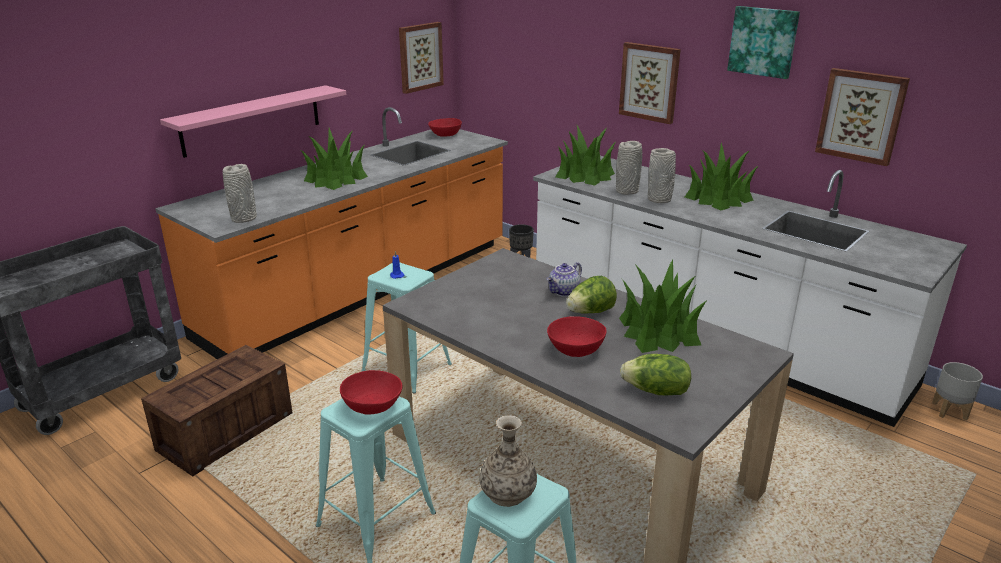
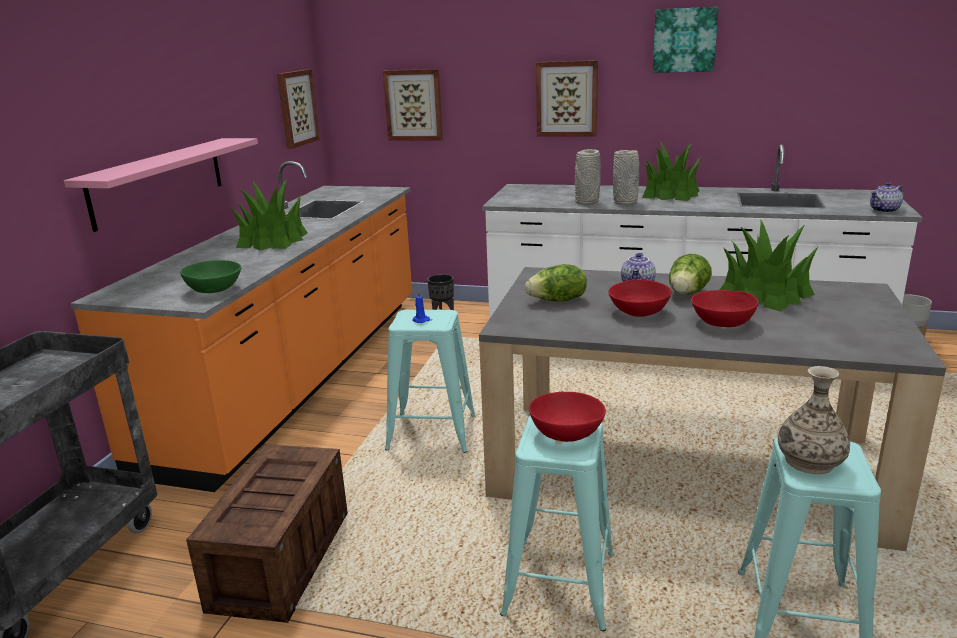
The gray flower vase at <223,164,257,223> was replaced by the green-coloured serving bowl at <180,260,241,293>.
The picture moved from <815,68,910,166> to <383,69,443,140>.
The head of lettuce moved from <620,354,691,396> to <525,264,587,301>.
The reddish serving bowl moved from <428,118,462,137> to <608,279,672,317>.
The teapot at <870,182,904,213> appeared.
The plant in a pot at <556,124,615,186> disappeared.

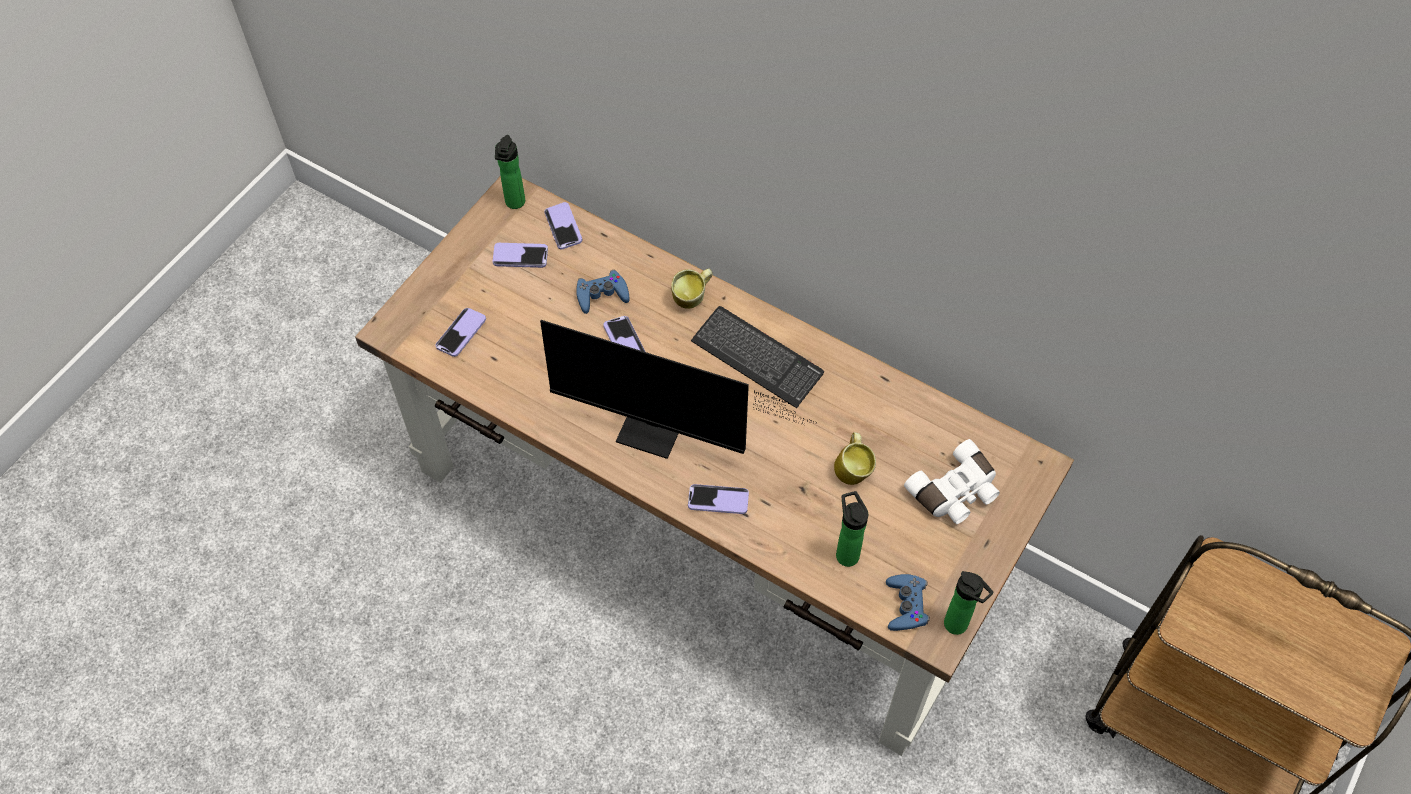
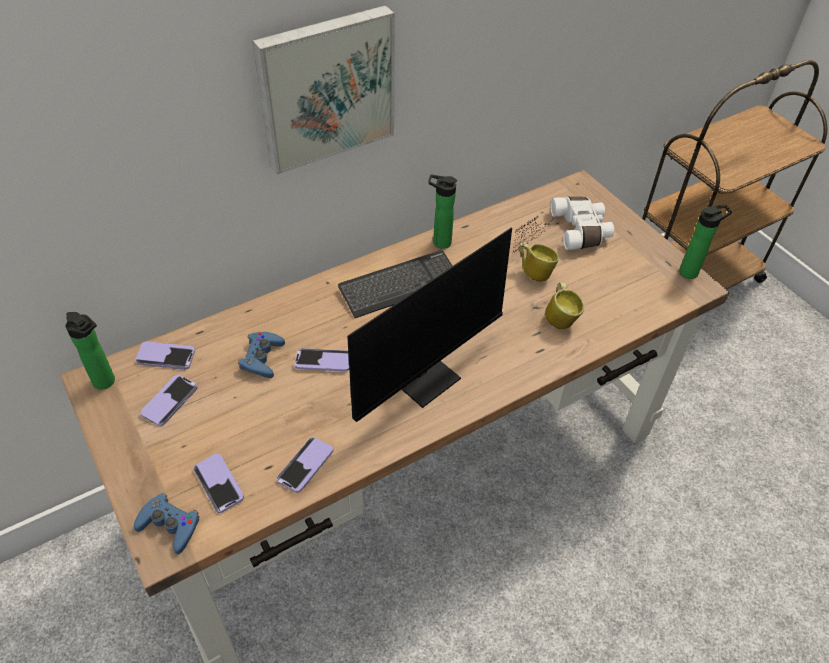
The blue joypad moved from <886,574,930,631> to <134,493,200,554>.
The picture at <252,5,395,174> appeared.
The telephone moved from <688,484,749,514> to <277,437,333,493>.
The beverage bottle moved from <836,491,868,567> to <428,175,457,249>.
The coffee mug moved from <671,269,713,309> to <545,282,584,329>.

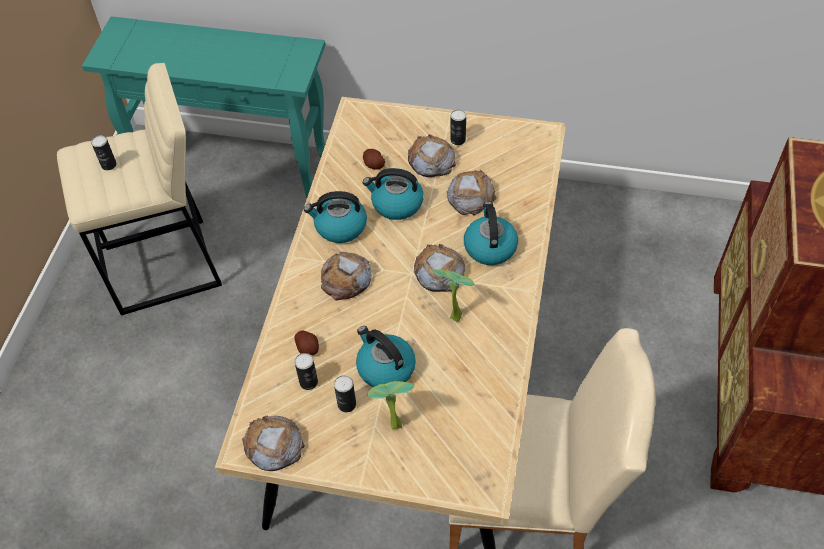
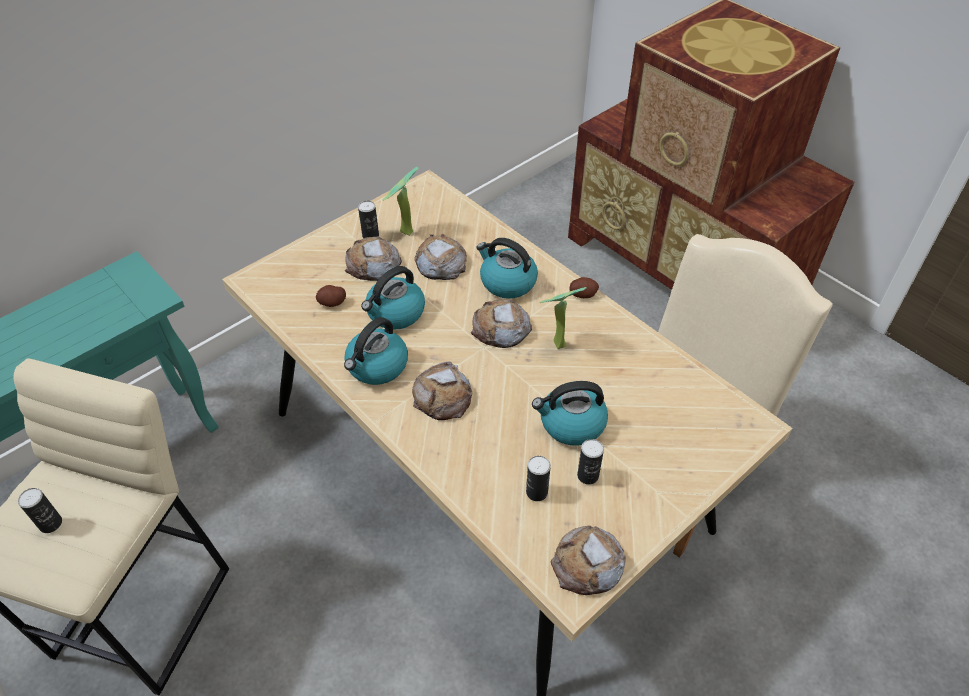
The plant in a pot moved from <367,381,414,430> to <383,167,418,236>.
The potato moved from <294,330,319,355> to <569,277,599,298>.

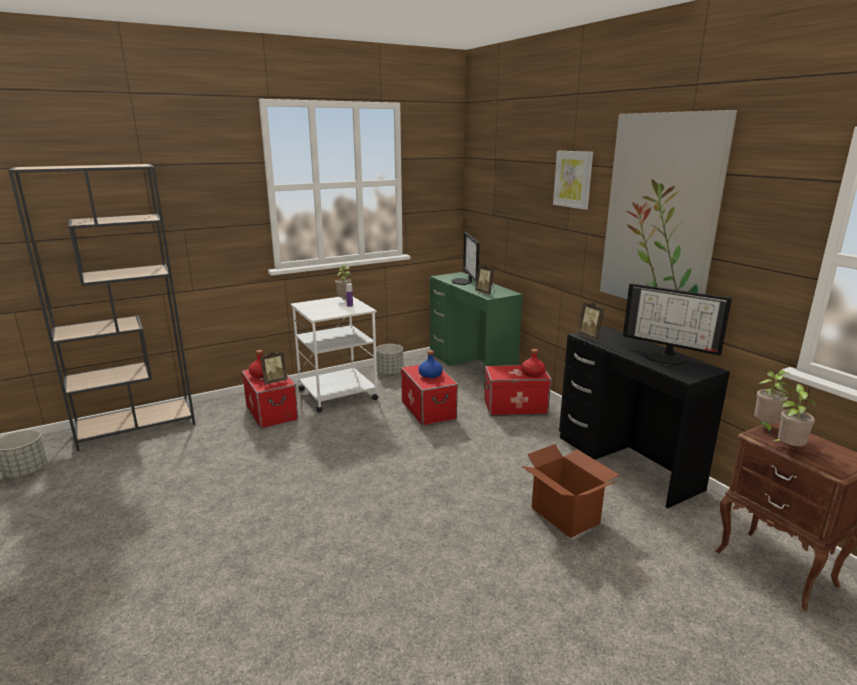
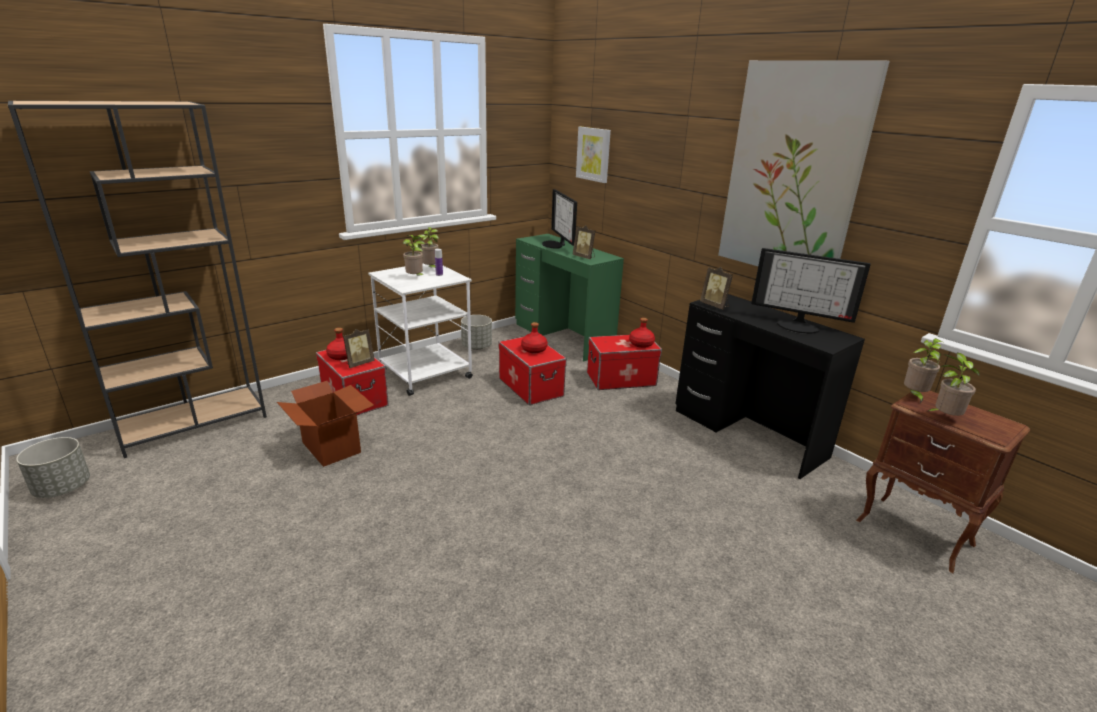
The cardboard box moved from <521,444,619,538> to <277,381,374,467>.
The plant in a pot at <403,234,426,276> appeared.
The blue beverage bottle at <419,350,443,379> became the reddish beverage bottle at <521,322,548,353>.
The picture moved from <553,151,593,210> to <576,127,611,183>.

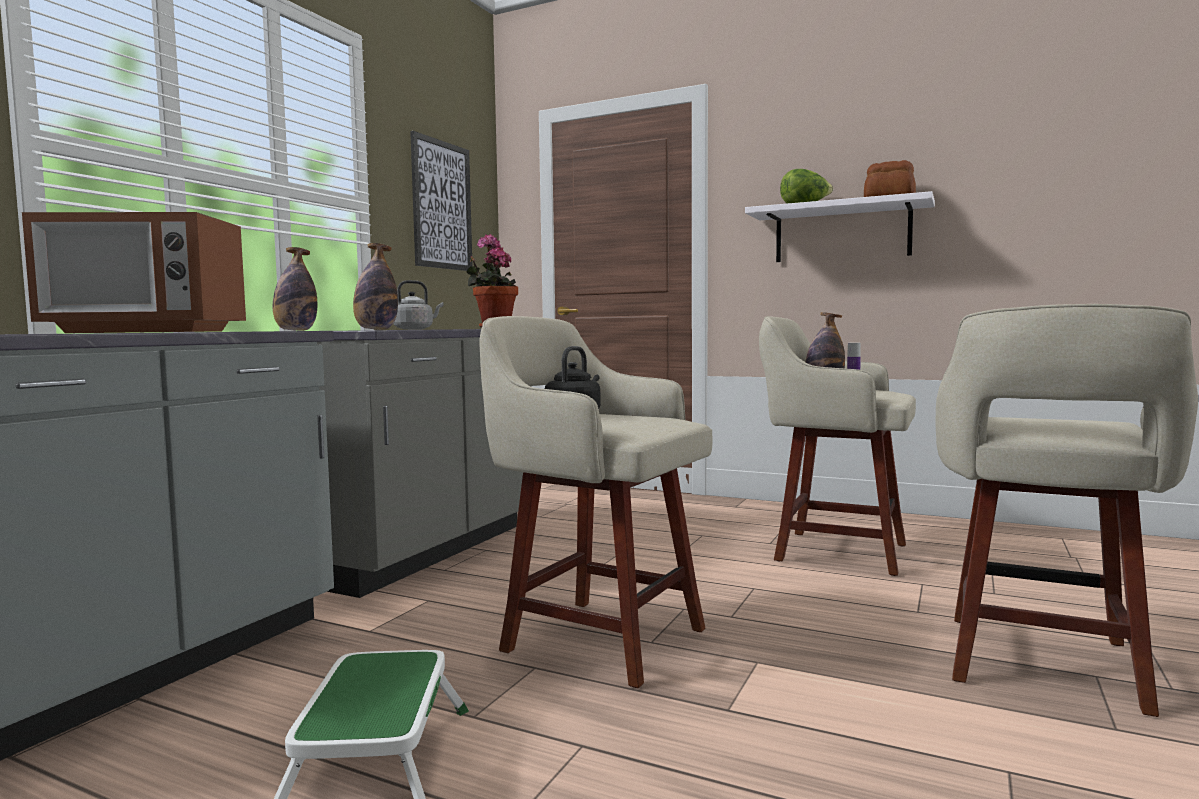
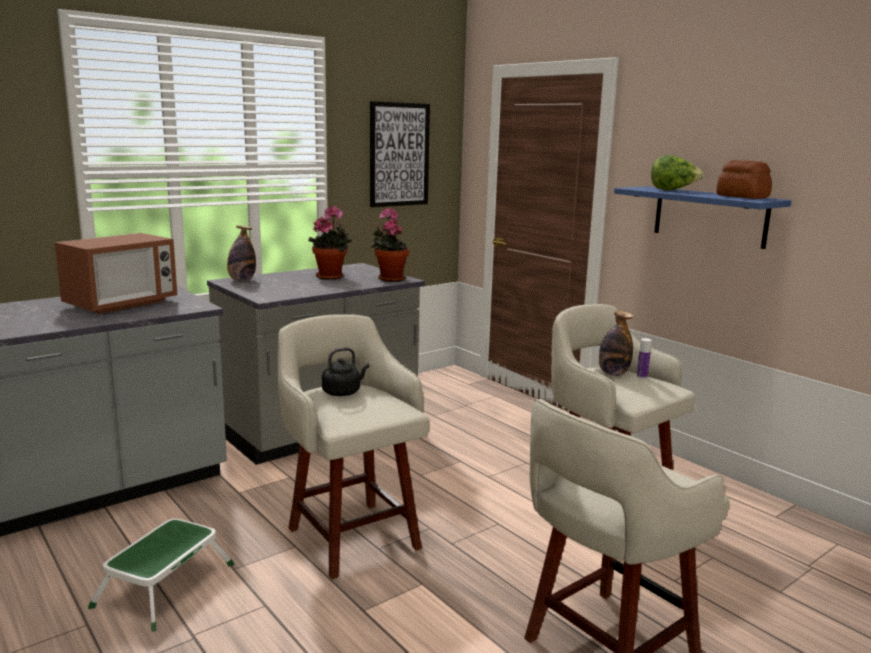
The microwave oven at <22,212,246,333> turned 75 degrees counterclockwise.
The gray tea kettle at <393,280,444,330> was replaced by the plant in a pot at <308,206,352,280>.
The white bracket shelf at <745,191,935,262> became the blue bracket shelf at <614,186,791,249>.
The beverage bottle at <353,243,398,330> disappeared.

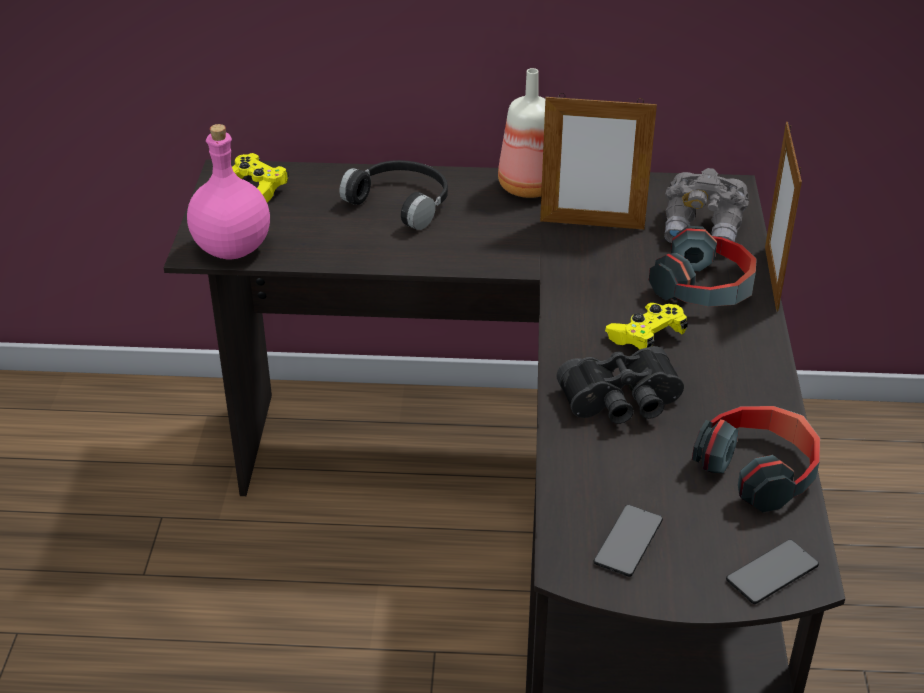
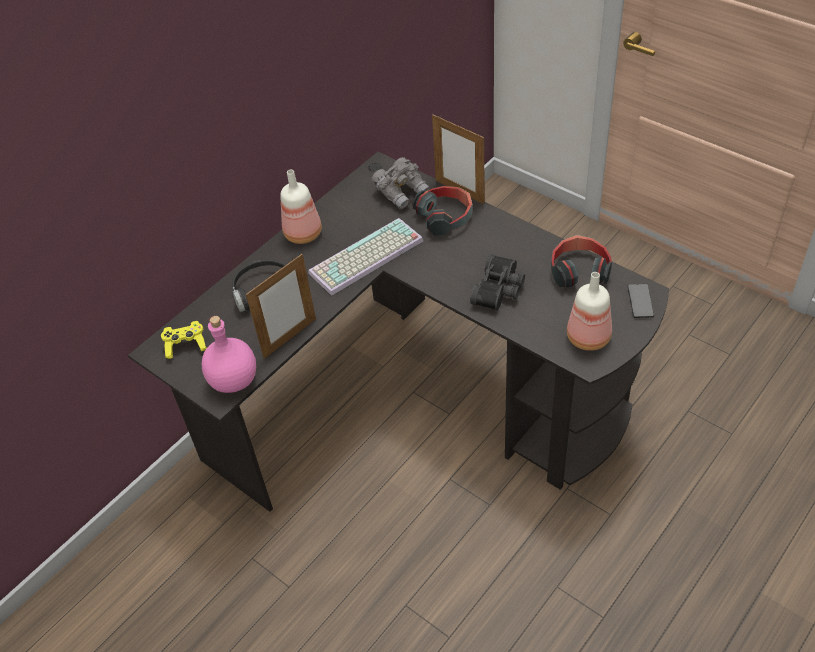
The photo frame moved from <540,93,657,229> to <246,254,316,359>.
The computer keyboard at <308,218,423,296> appeared.
The telephone at <594,505,663,577> was replaced by the beverage bottle at <567,272,612,351>.
The yellow joypad at <605,303,688,350> disappeared.

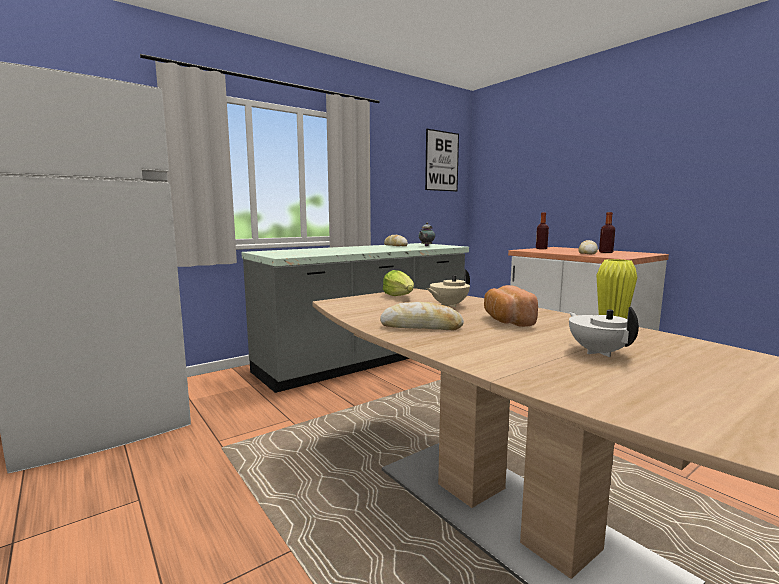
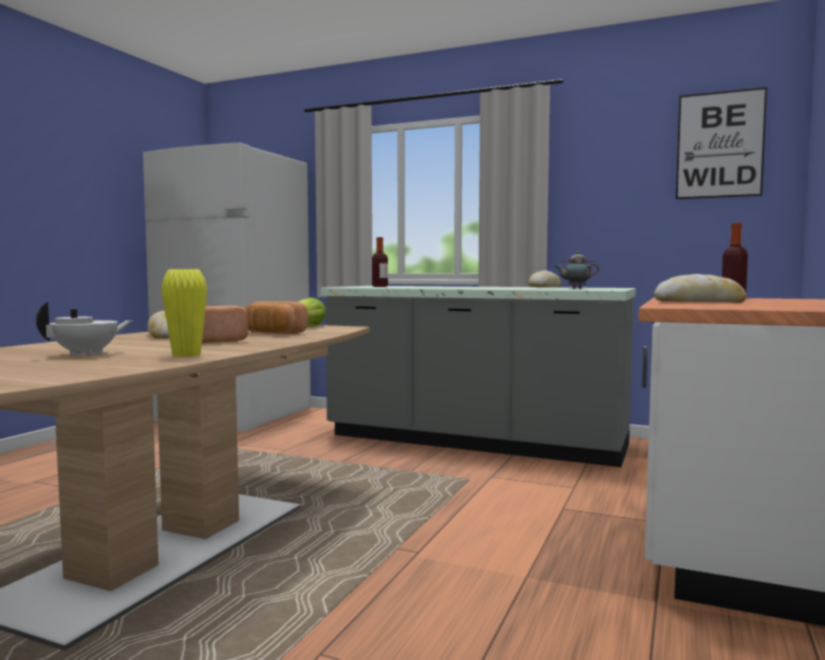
The sand-coloured teapot at <426,269,470,307> was replaced by the baked bread at <245,301,308,334>.
The beverage bottle moved from <599,212,615,253> to <372,237,388,287>.

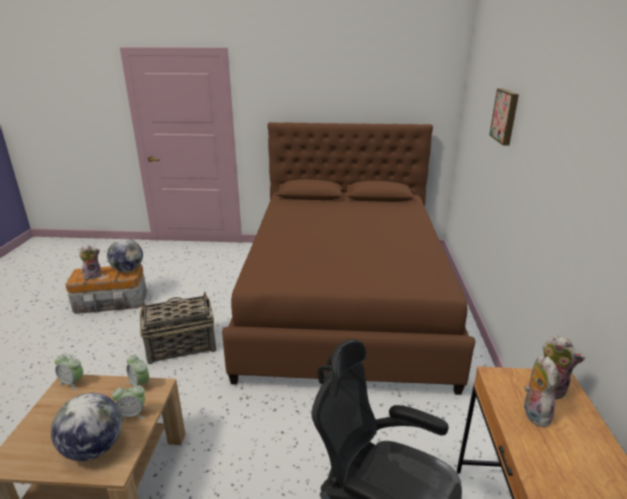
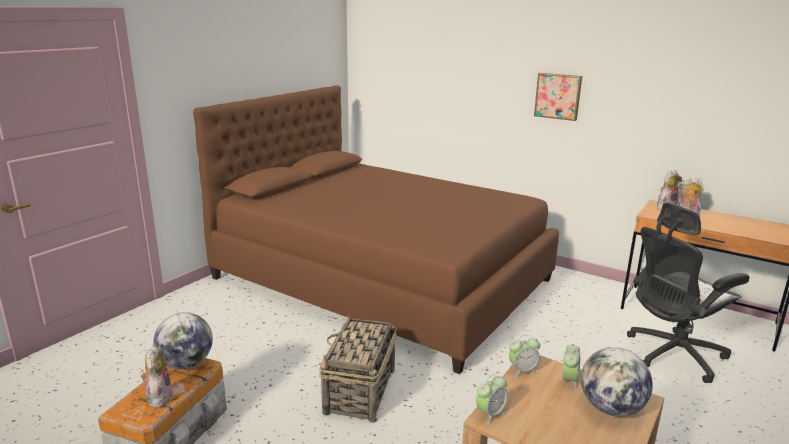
The picture moved from <490,88,519,146> to <534,73,582,121>.

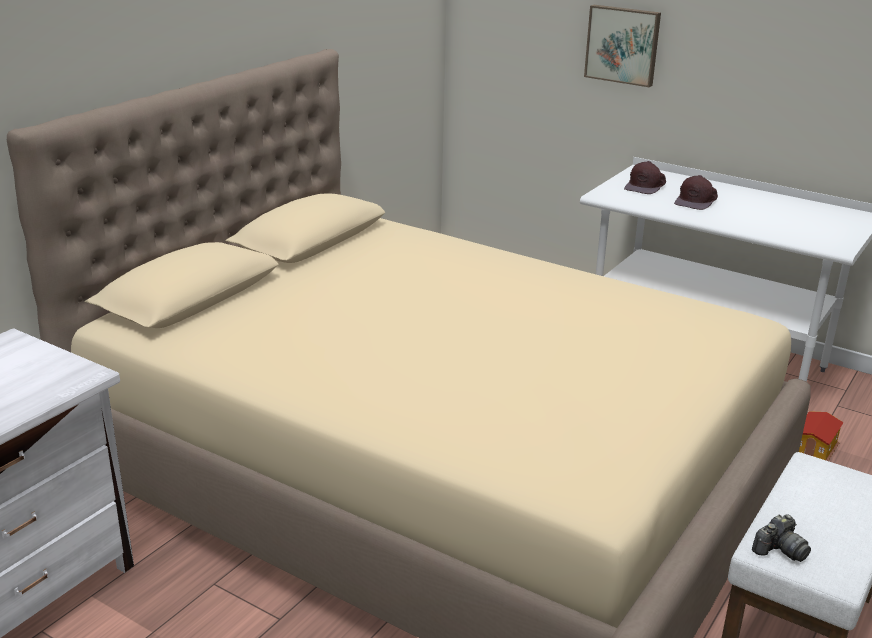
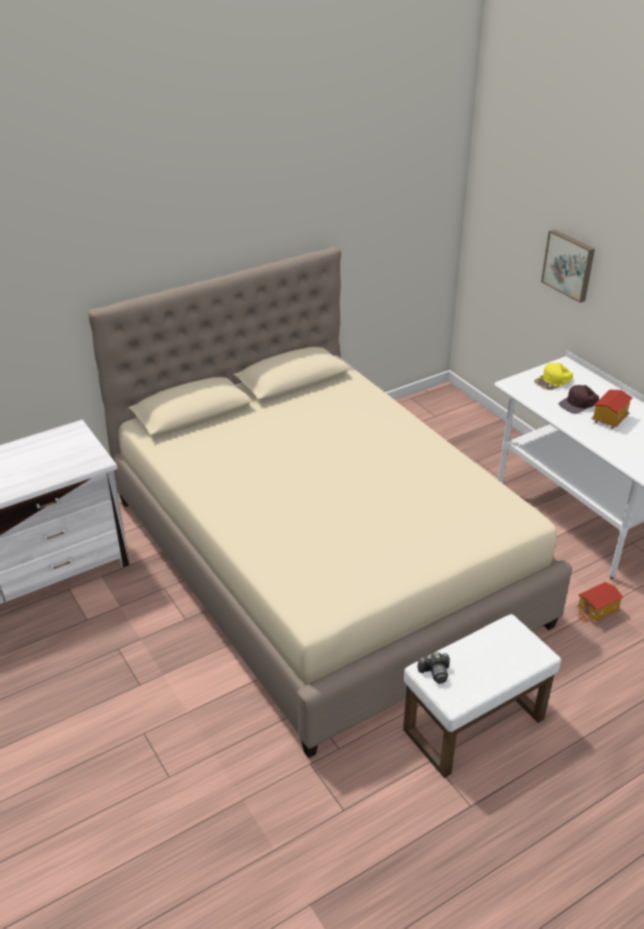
The brown baseball cap at <624,161,666,194> became the yellow baseball cap at <534,363,573,390>.
The model house at <591,389,633,429> appeared.

